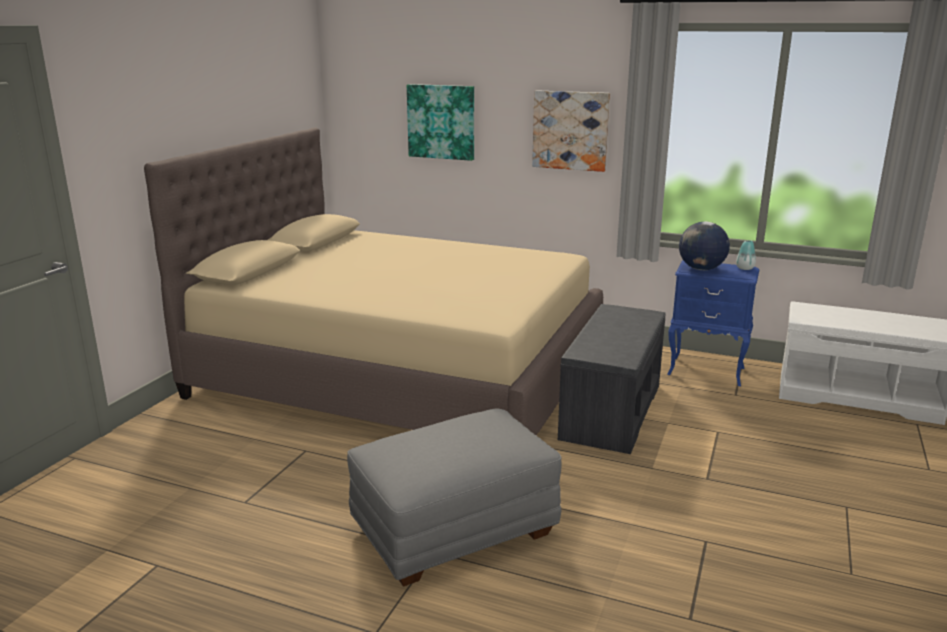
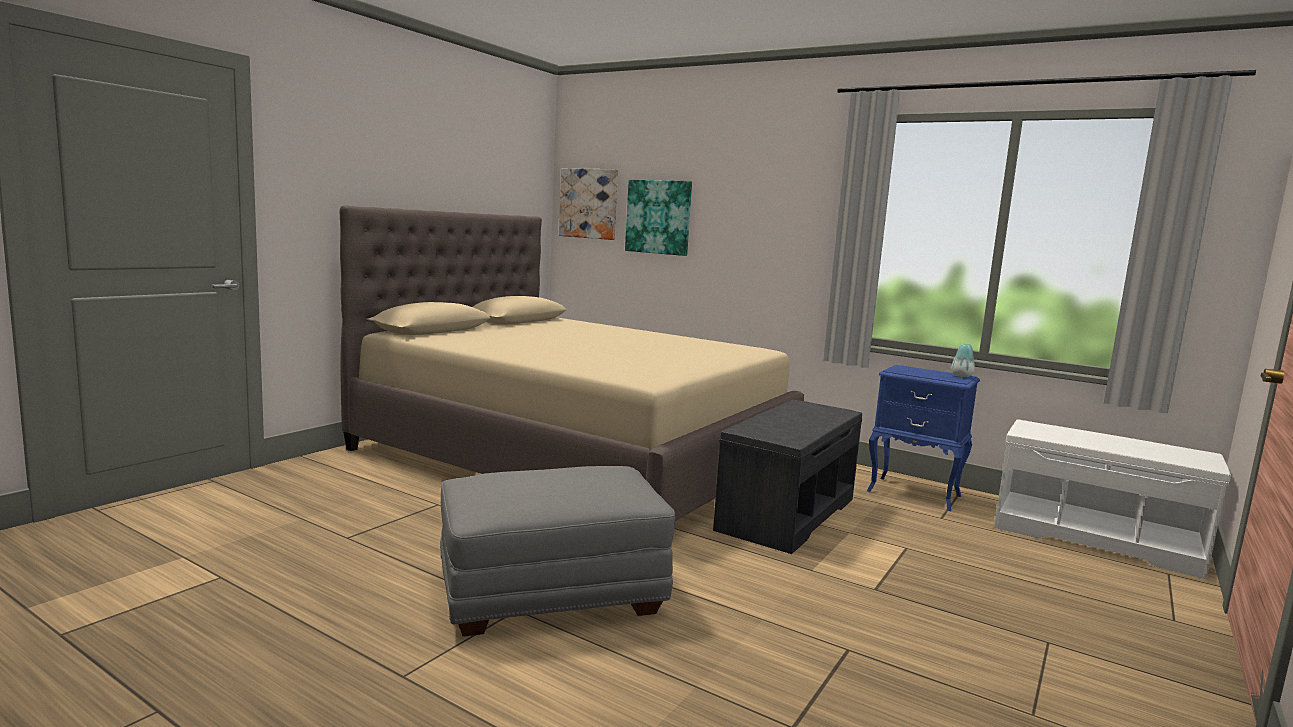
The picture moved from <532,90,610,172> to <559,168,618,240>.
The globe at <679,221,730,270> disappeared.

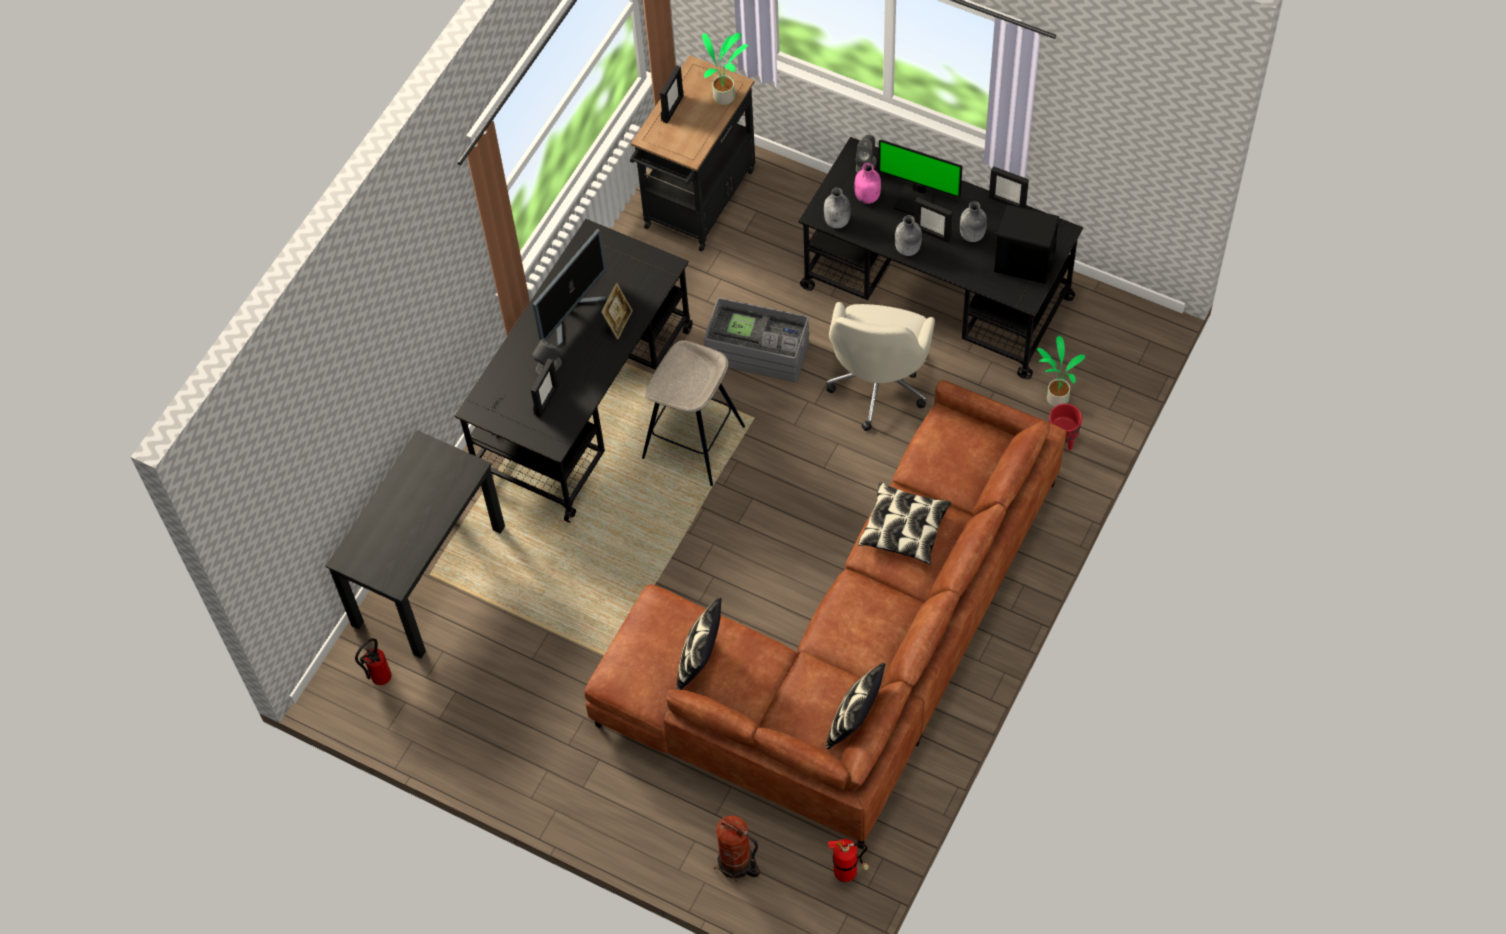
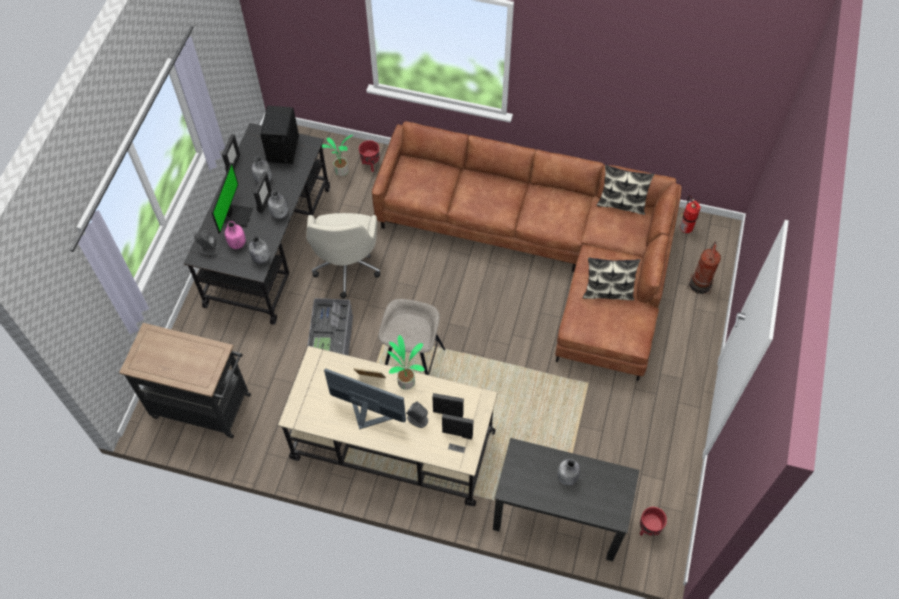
The black desk unit at <454,219,693,523> became the sand-coloured desk unit at <278,346,498,506>.
The sand-coloured desk chair at <826,302,935,431> turned 90 degrees clockwise.
The plant in a pot moved from <702,33,748,105> to <388,335,425,390>.
The photo frame moved from <660,65,684,124> to <442,414,473,440>.
The gray beverage bottle at <558,459,580,485> appeared.
The fire extinguisher at <355,638,392,685> was replaced by the reddish planter at <640,507,667,536>.
The pillow at <858,482,952,565> disappeared.

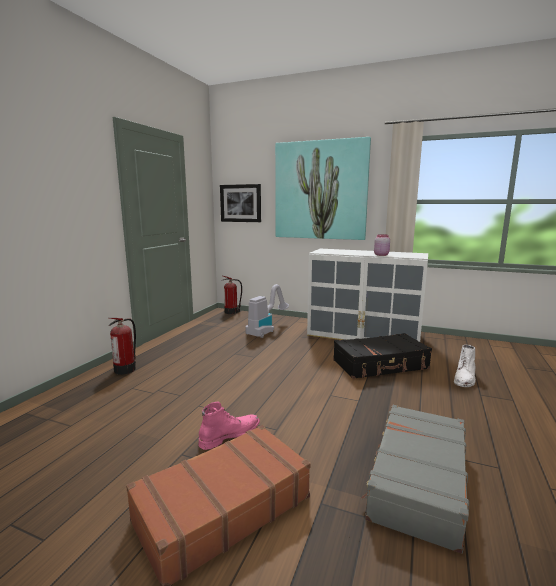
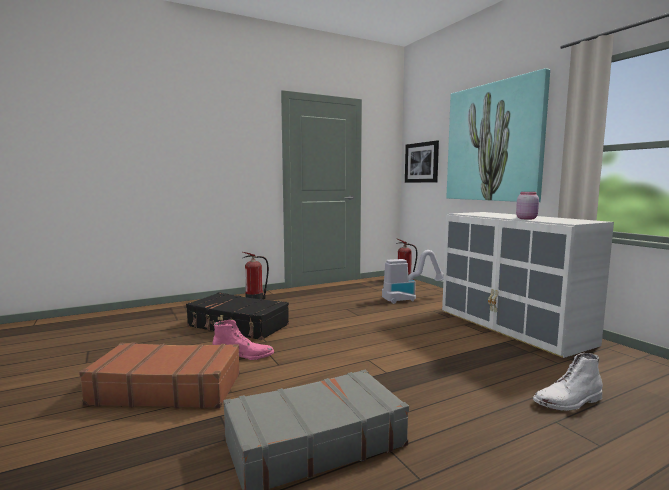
The black piece of luggage moved from <333,333,432,379> to <186,292,289,340>.

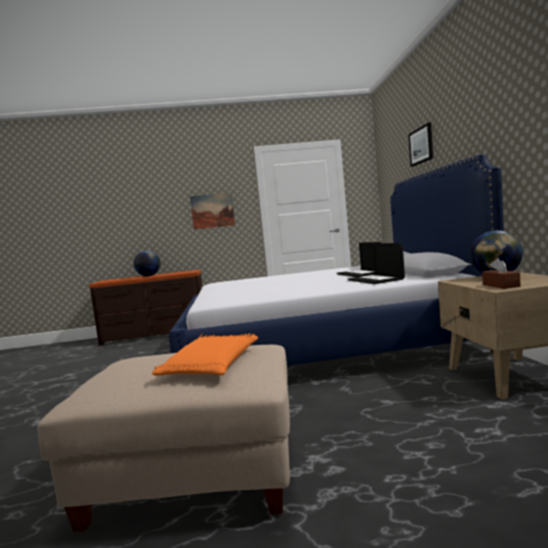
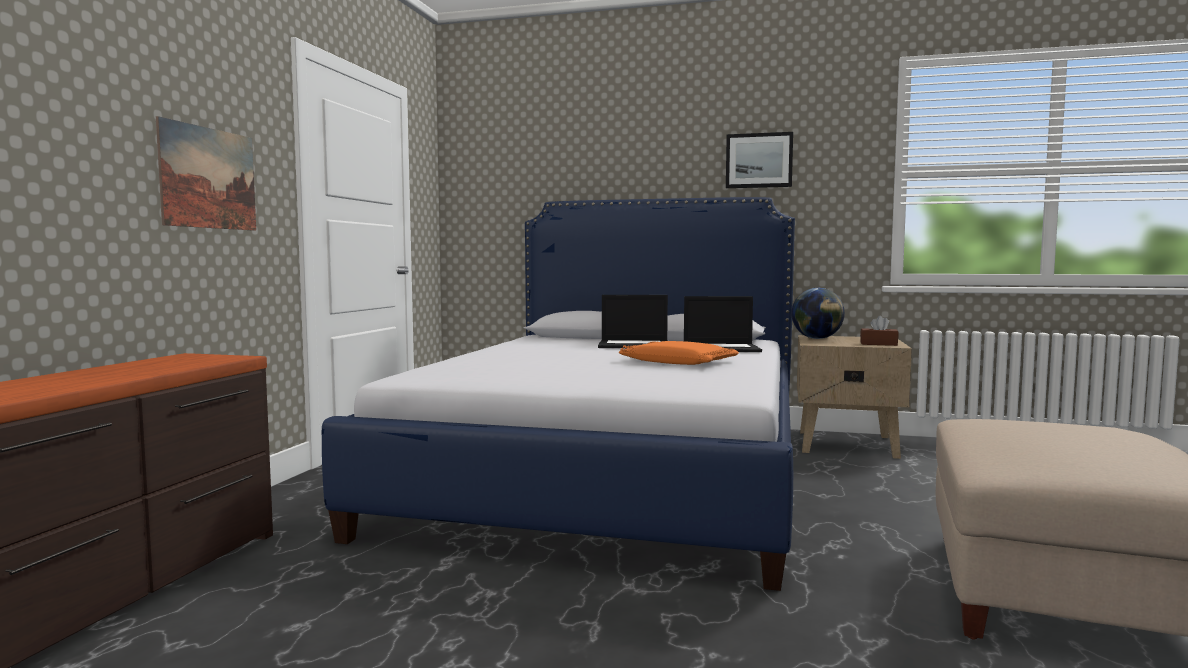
The orange-coloured pillow moved from <152,334,258,375> to <619,341,739,365>.
The picture moved from <408,122,433,167> to <726,132,793,188>.
The globe at <134,251,161,276> disappeared.

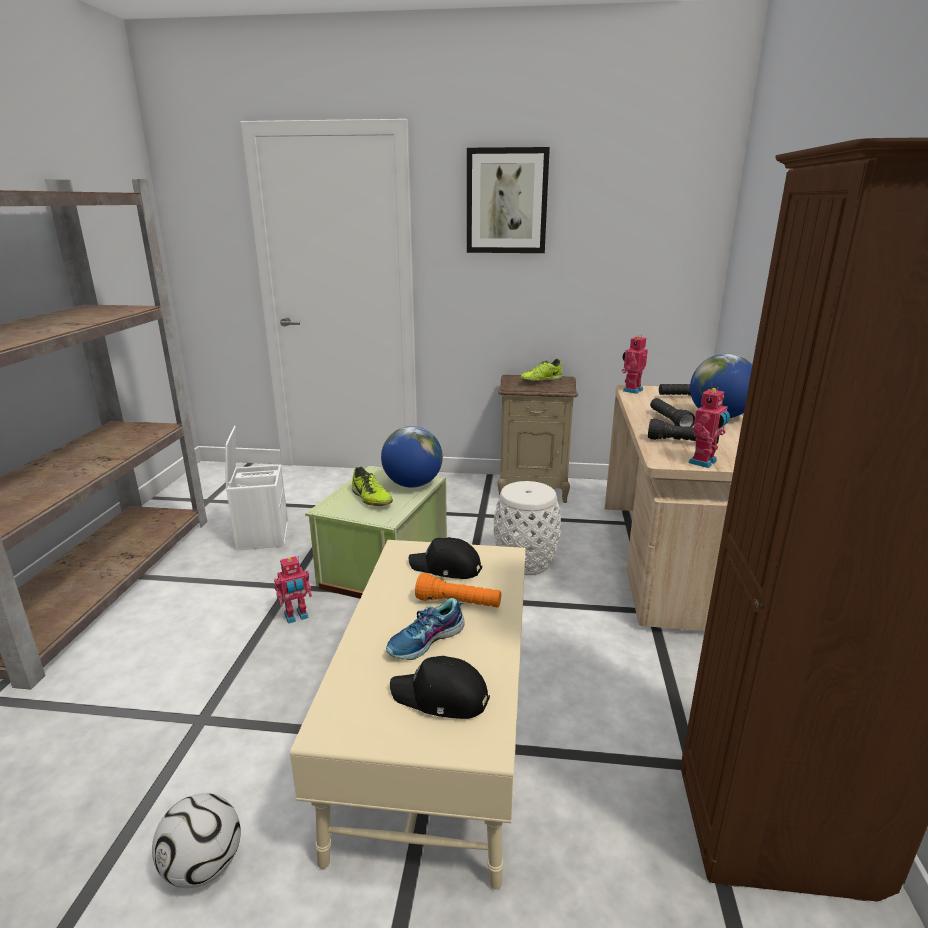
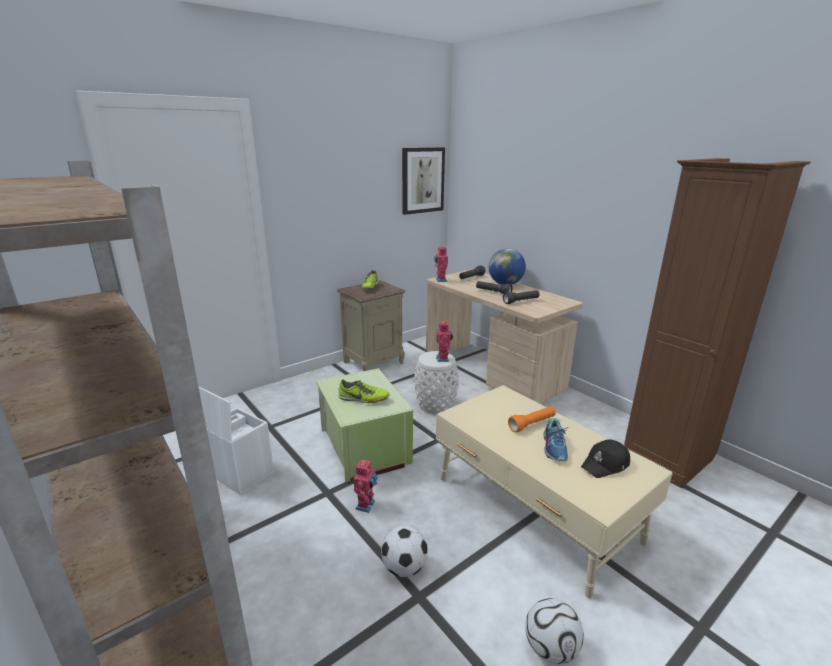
The football at <381,526,428,577> appeared.
The picture moved from <467,147,550,253> to <402,147,445,215>.
The model robot moved from <688,387,730,468> to <436,321,453,362>.
The globe at <381,426,443,488> disappeared.
The black baseball cap at <409,537,482,579> disappeared.

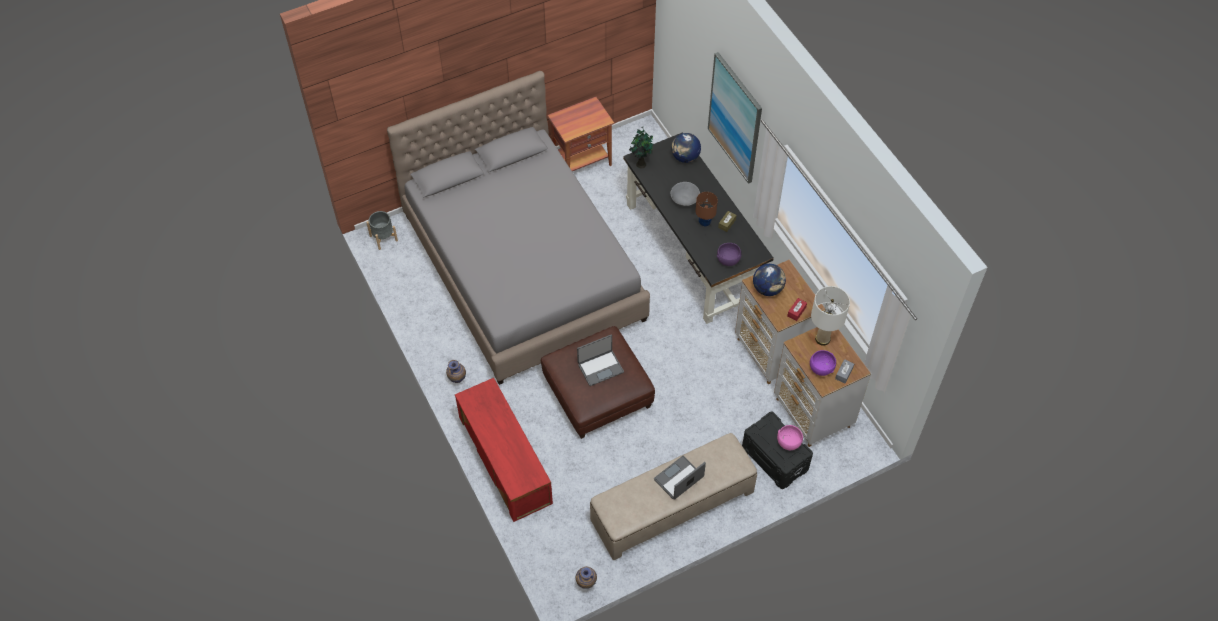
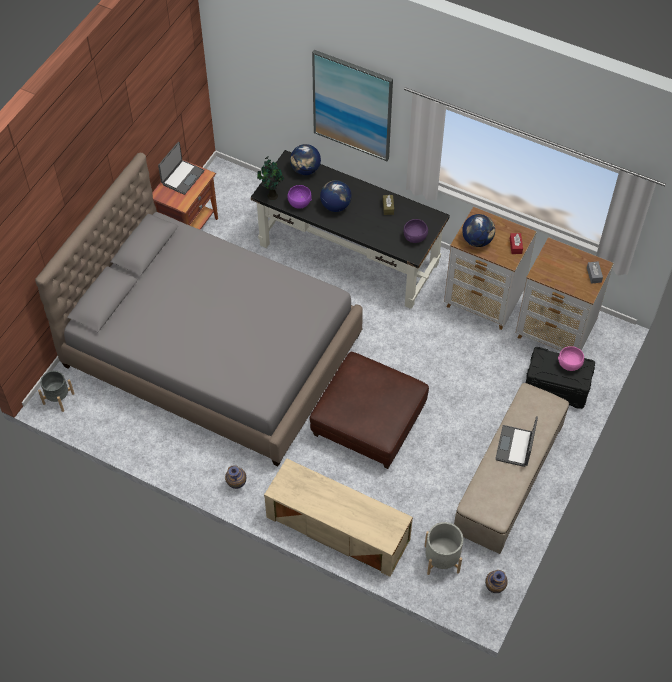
The laptop moved from <577,334,624,386> to <158,142,205,195>.
The reddish bench at <455,378,553,522> became the sand-coloured bench at <264,458,413,577>.
The purple-coloured serving bowl moved from <810,350,836,376> to <287,185,312,209>.
The gray serving bowl at <671,182,700,206> was replaced by the globe at <320,180,352,212>.
The gray planter at <425,522,463,575> appeared.
The brown table lamp at <695,192,718,226> disappeared.
The white table lamp at <811,286,850,346> disappeared.

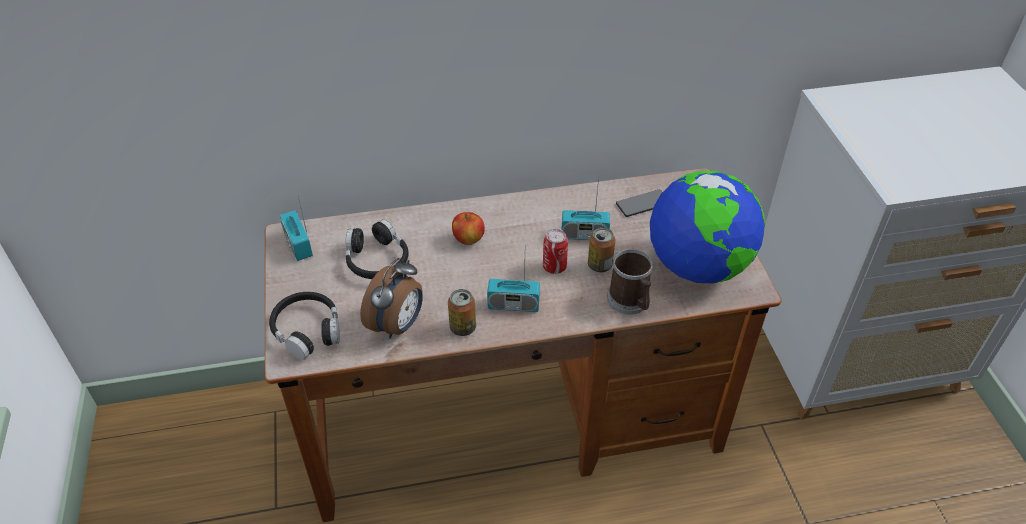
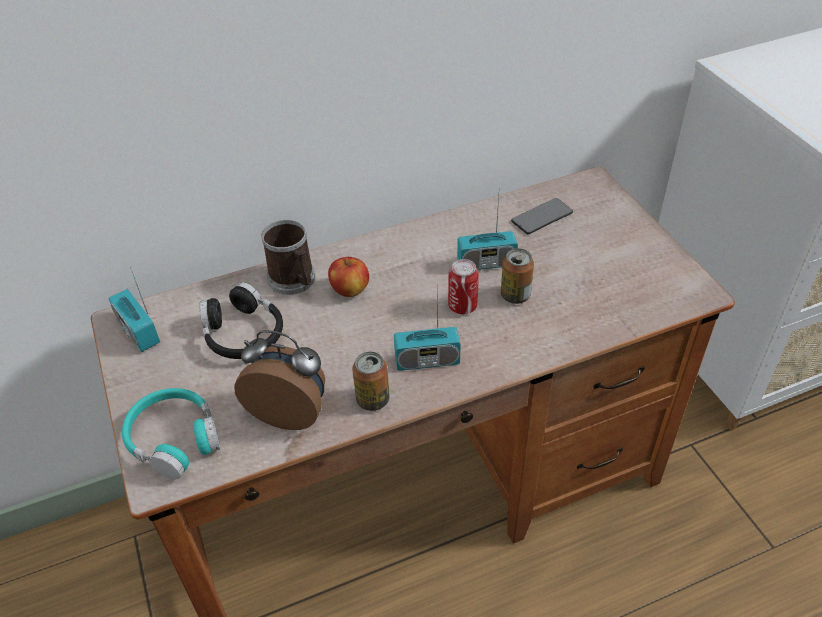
The black headset at <269,292,340,360> became the blue-green headset at <122,388,220,480>.
The bedside clock at <360,258,423,339> turned 90 degrees counterclockwise.
The coffee mug moved from <607,249,653,315> to <261,220,316,295>.
The globe at <650,171,765,283> disappeared.

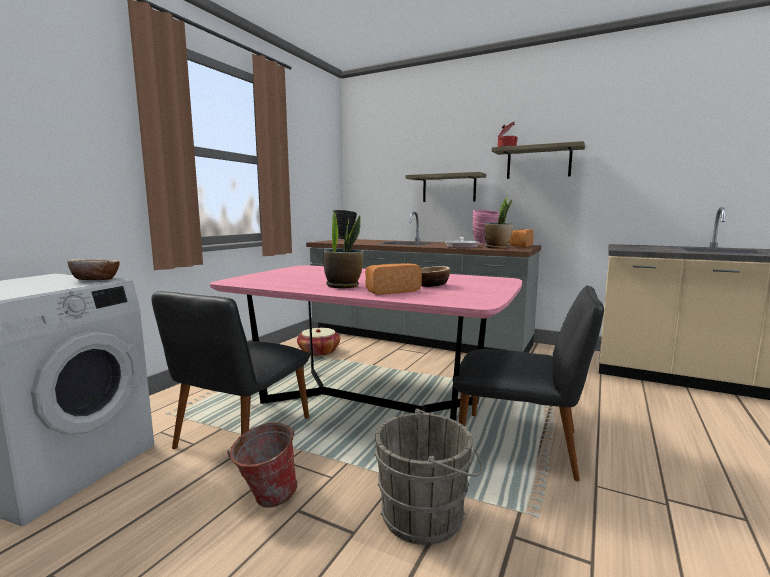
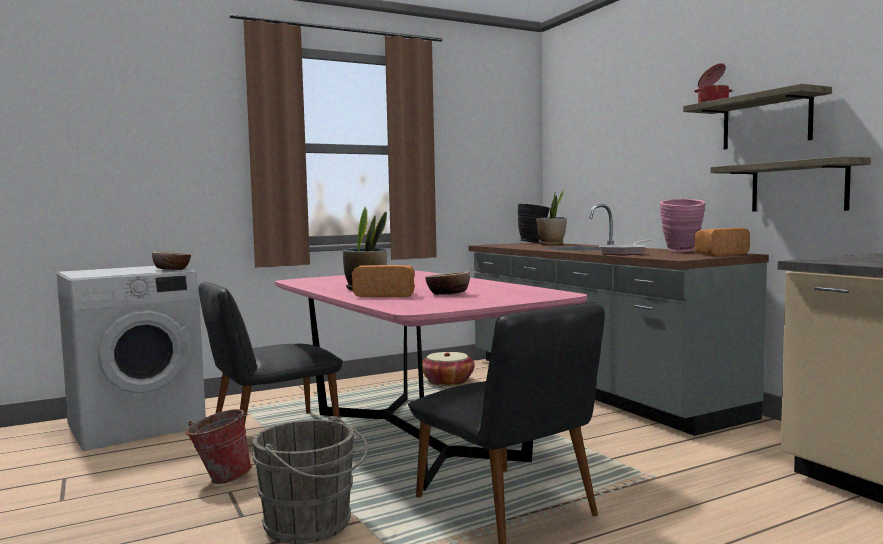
The plant in a pot moved from <484,197,513,249> to <536,189,567,245>.
The bracket shelf moved from <405,172,486,202> to <711,156,871,212>.

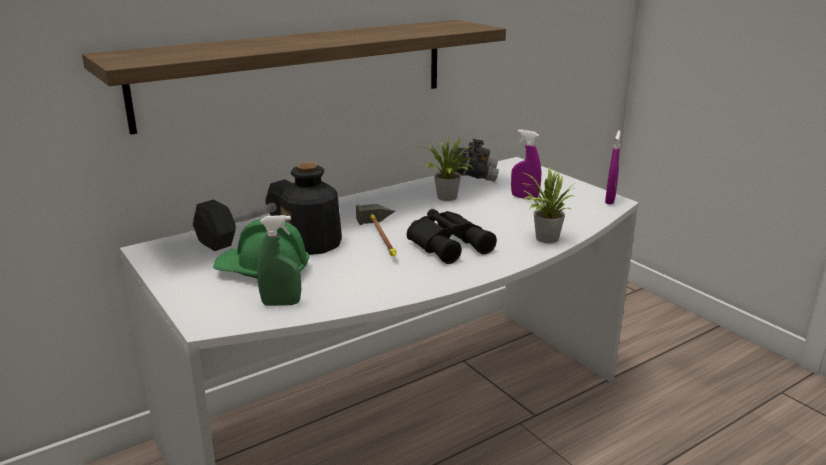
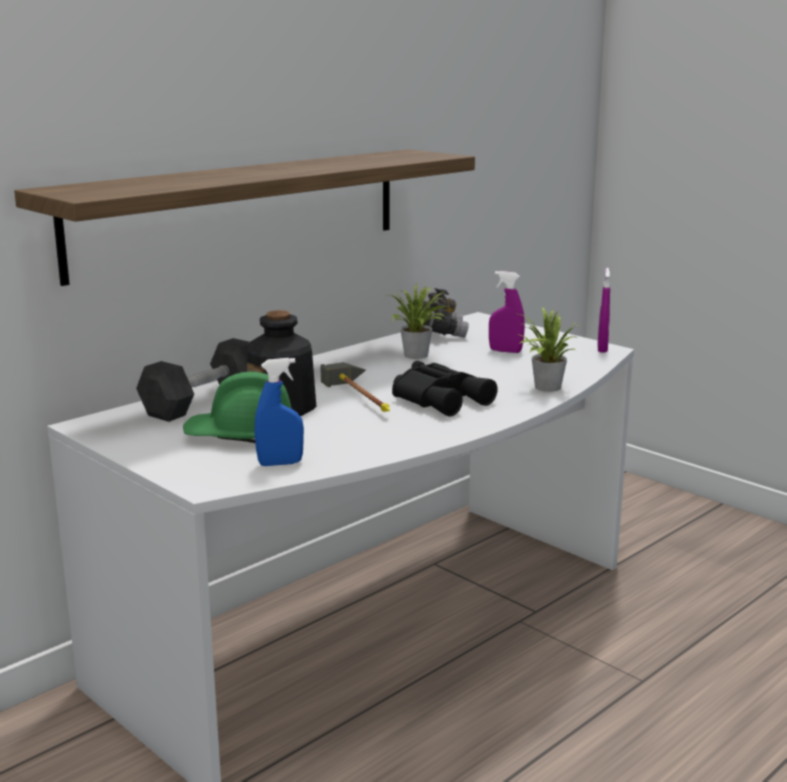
The green-coloured sprayer at <257,215,301,306> became the blue sprayer at <254,358,304,466>.

